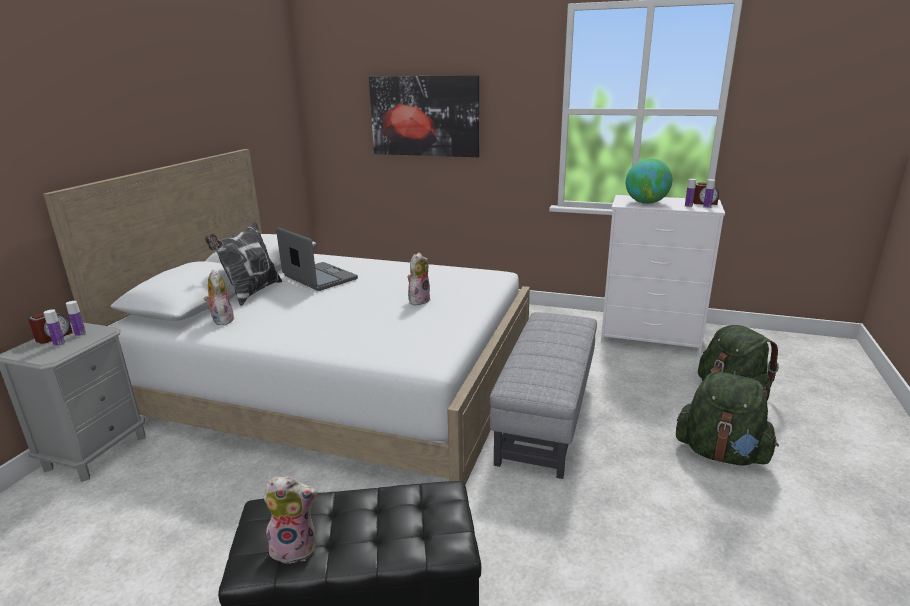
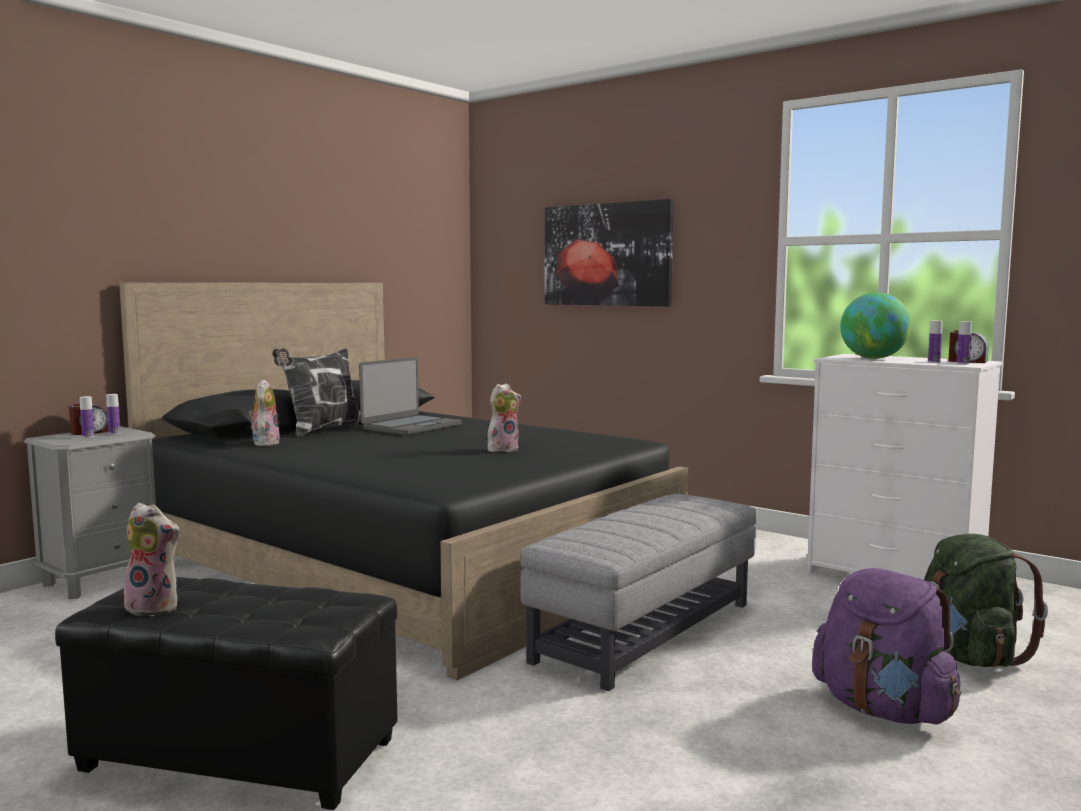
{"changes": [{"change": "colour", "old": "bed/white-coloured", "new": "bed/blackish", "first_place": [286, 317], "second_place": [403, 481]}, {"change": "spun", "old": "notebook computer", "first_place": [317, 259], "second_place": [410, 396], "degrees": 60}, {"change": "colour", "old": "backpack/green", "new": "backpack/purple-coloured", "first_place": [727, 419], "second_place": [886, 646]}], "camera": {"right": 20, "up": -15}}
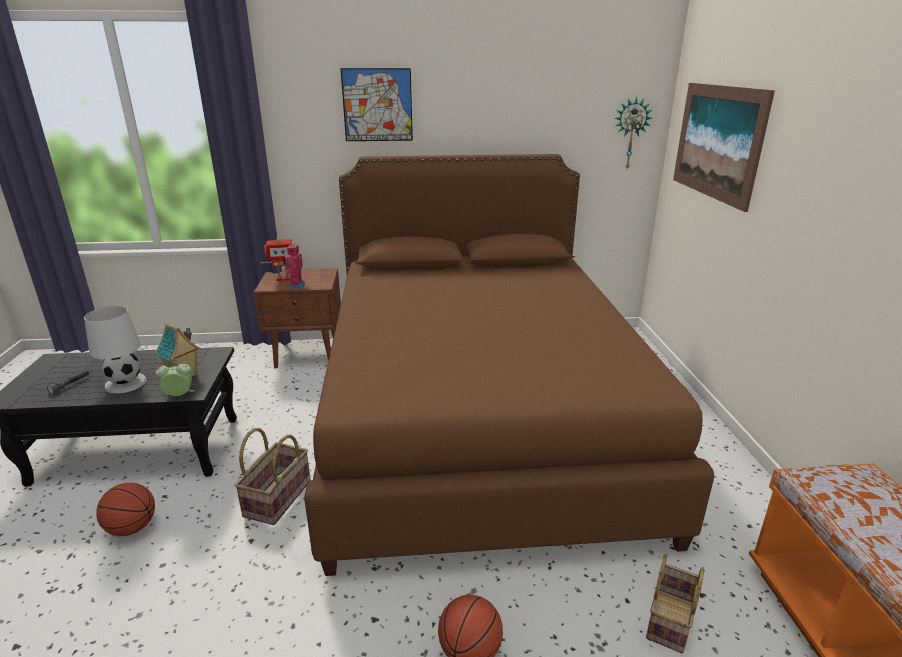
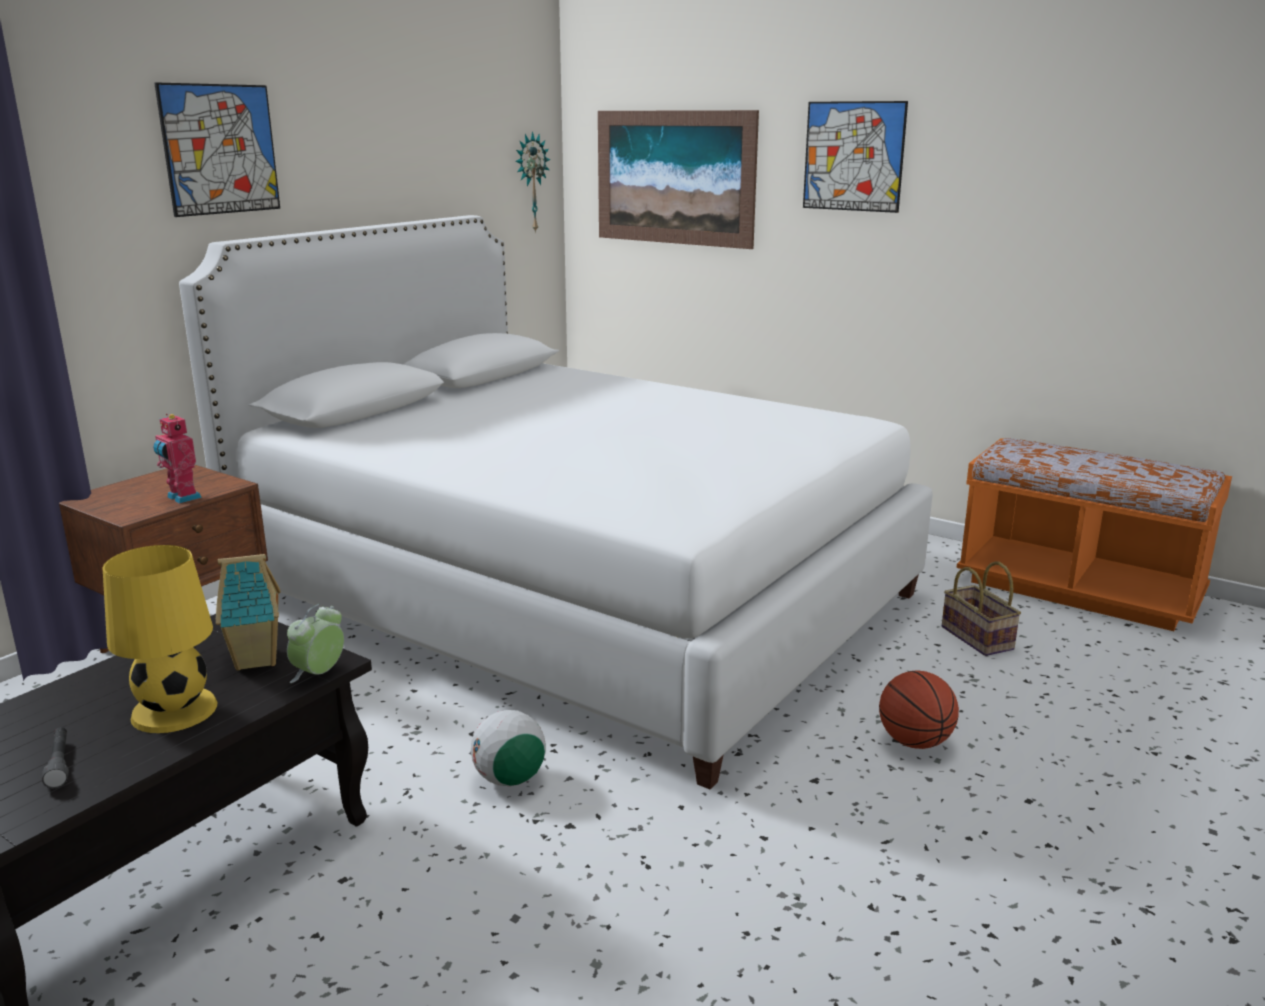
{"changes": [{"change": "colour", "old": "table lamp/white-coloured", "new": "table lamp/yellow", "first_place": [115, 350], "second_place": [160, 639]}, {"change": "colour", "old": "bed/brownish", "new": "bed/white-coloured", "first_place": [509, 365], "second_place": [556, 502]}, {"change": "exchanged", "old": "basket", "new": "football ball", "first_place": [273, 476], "second_place": [508, 748]}, {"change": "appeared", "new": "picture", "second_place": [855, 157]}, {"change": "missing", "old": "basketball ball", "first_place": [125, 509]}, {"change": "missing", "old": "toy robot", "first_place": [276, 259]}], "camera": {"right": -50, "up": -5}}
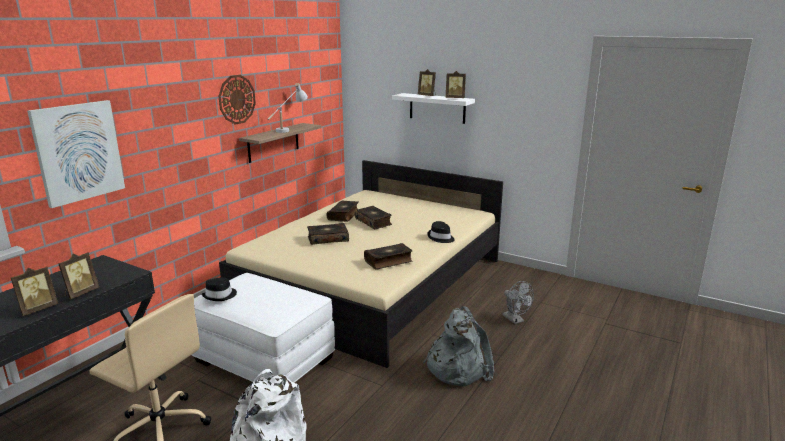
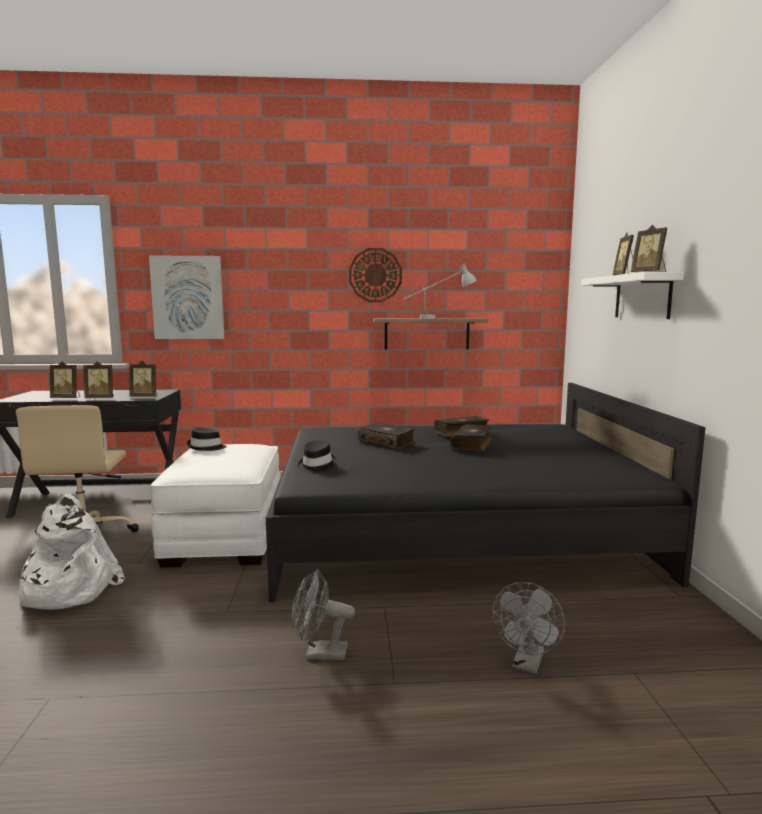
{"changes": [{"change": "appeared", "new": "standing frame", "second_place": [143, 379]}, {"change": "colour", "old": "bed/sand-coloured", "new": "bed/blackish", "first_place": [361, 264], "second_place": [486, 492]}, {"change": "exchanged", "old": "backpack/grey", "new": "electric fan/grey", "first_place": [458, 346], "second_place": [323, 614]}, {"change": "relocated", "old": "hat/blackish", "first_place": [441, 232], "second_place": [317, 456]}, {"change": "missing", "old": "volume", "first_place": [388, 256]}], "camera": {"right": 55, "up": -10}}
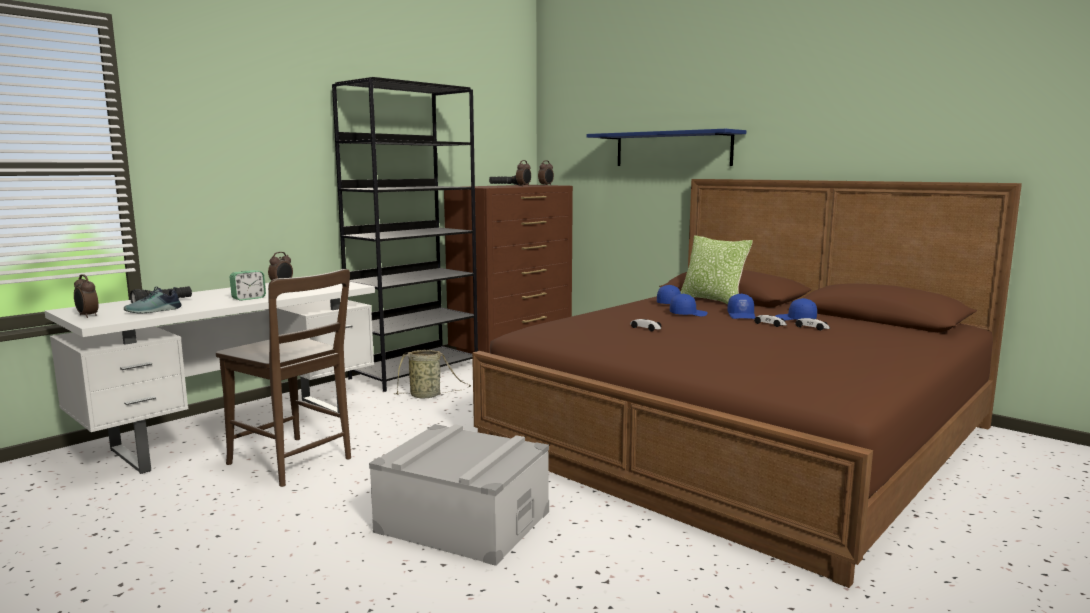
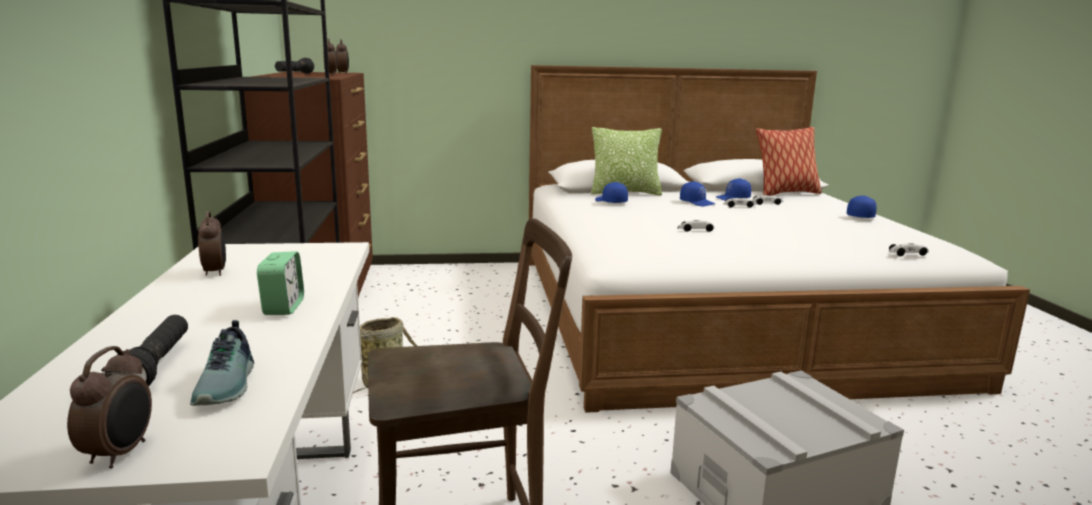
{"changes": [{"change": "spun", "old": "alarm clock", "first_place": [86, 296], "second_place": [109, 407], "degrees": -75}, {"change": "colour", "old": "bed/brownish", "new": "bed/white-coloured", "first_place": [747, 383], "second_place": [779, 239]}, {"change": "appeared", "new": "cushion", "second_place": [789, 161]}, {"change": "relocated", "old": "cap/blue", "first_place": [689, 304], "second_place": [862, 207]}, {"change": "appeared", "new": "toy car", "second_place": [908, 249]}, {"change": "missing", "old": "bracket shelf/blue", "first_place": [666, 147]}], "camera": {"right": -50, "up": 5}}
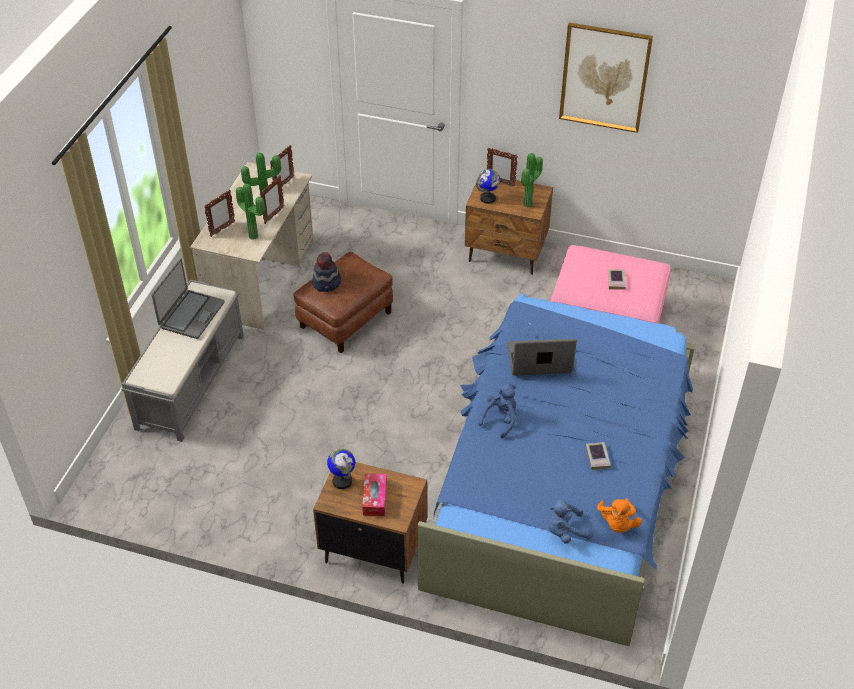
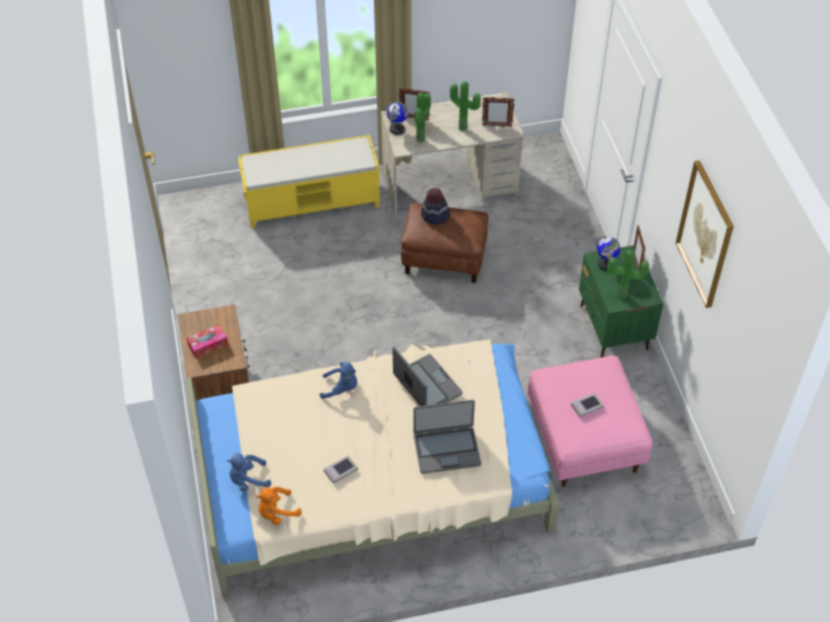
{"changes": [{"change": "colour", "old": "bed/blue", "new": "bed/sand-coloured", "first_place": [556, 469], "second_place": [373, 469]}, {"change": "spun", "old": "cuddly toy/blue", "first_place": [570, 521], "second_place": [249, 472], "degrees": -60}, {"change": "colour", "old": "indoor bench/grey", "new": "indoor bench/yellow", "first_place": [182, 360], "second_place": [309, 181]}, {"change": "relocated", "old": "world globe", "first_place": [341, 469], "second_place": [397, 118]}, {"change": "relocated", "old": "notebook computer", "first_place": [188, 299], "second_place": [447, 437]}, {"change": "colour", "old": "night table/brownish", "new": "night table/green", "first_place": [509, 227], "second_place": [621, 301]}, {"change": "missing", "old": "standing frame", "first_place": [272, 199]}], "camera": {"right": 60, "up": 5}}
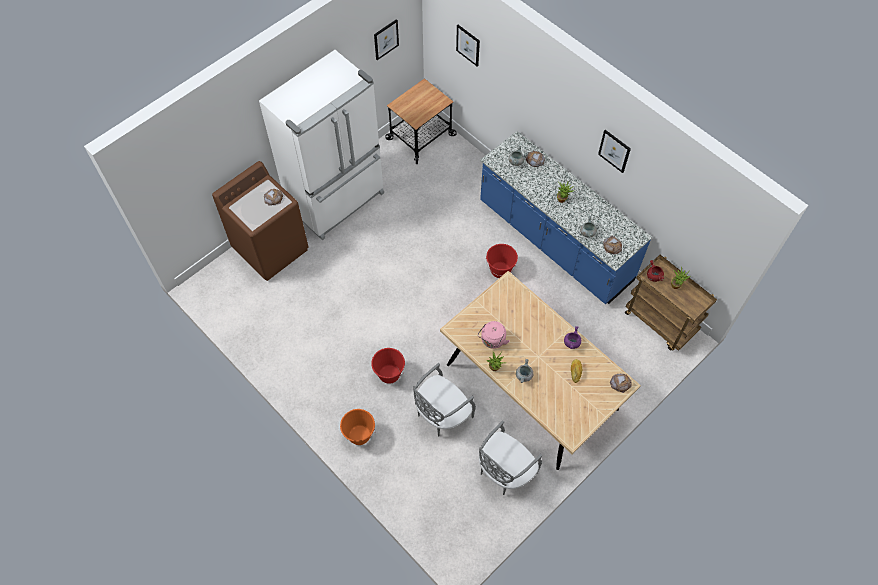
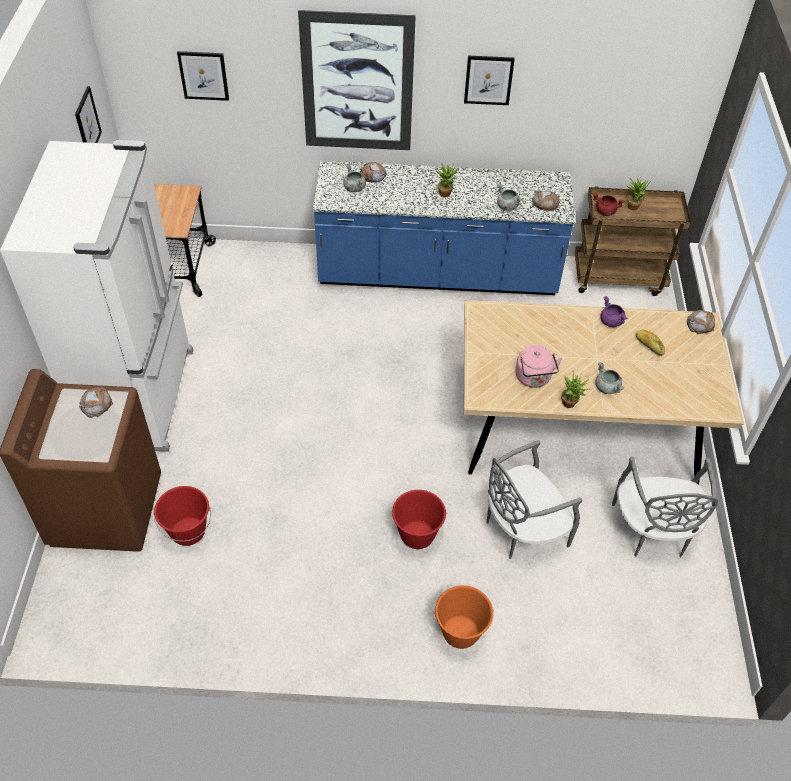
{"changes": [{"change": "relocated", "old": "water bucket/reddish", "first_place": [502, 261], "second_place": [182, 516]}, {"change": "appeared", "new": "picture", "second_place": [357, 80]}, {"change": "spun", "old": "plain chair/grey", "first_place": [444, 400], "second_place": [534, 499], "degrees": 60}], "camera": {"right": -45, "up": -10}}
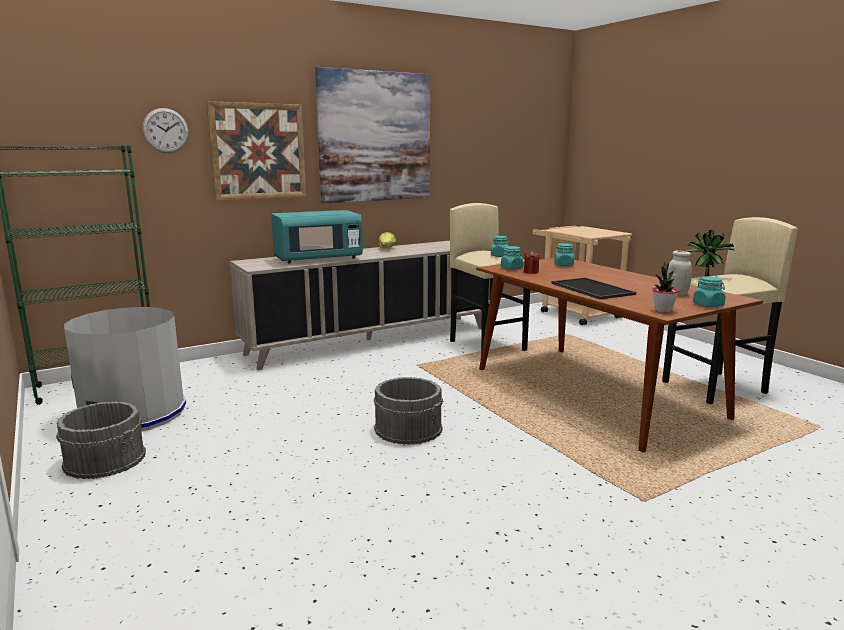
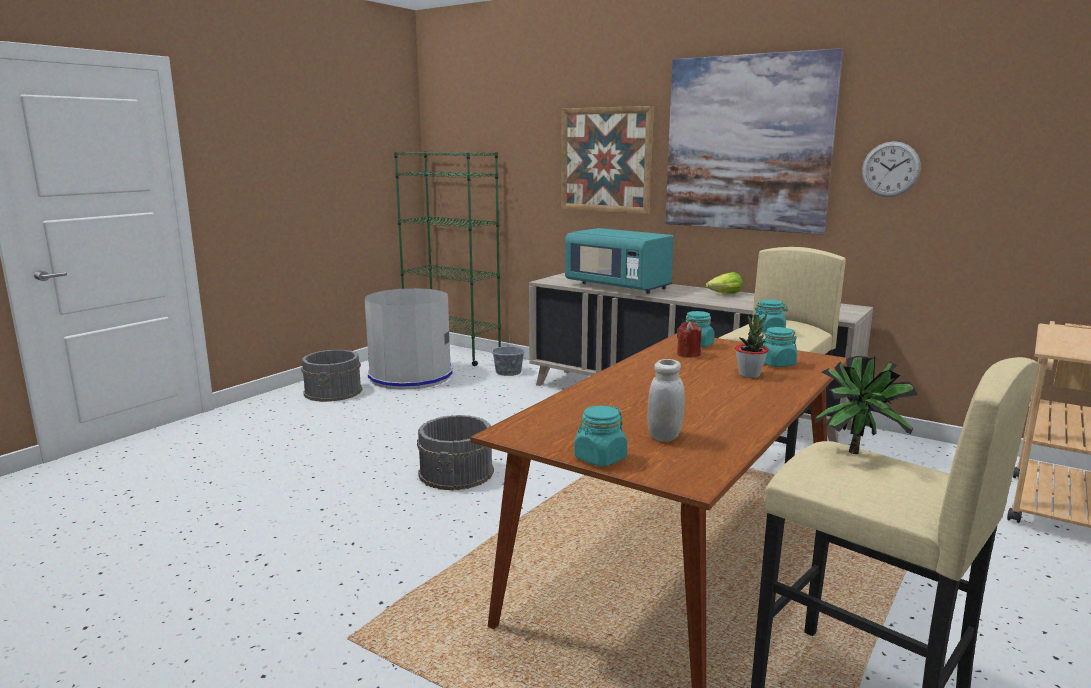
{"changes": [{"change": "appeared", "new": "water bucket/grey", "second_place": [508, 356]}, {"change": "relocated", "old": "potted plant", "first_place": [665, 287], "second_place": [751, 345]}, {"change": "relocated", "old": "wall clock", "first_place": [165, 130], "second_place": [891, 169]}, {"change": "missing", "old": "tray", "first_place": [593, 288]}], "camera": {"right": 65, "up": 0}}
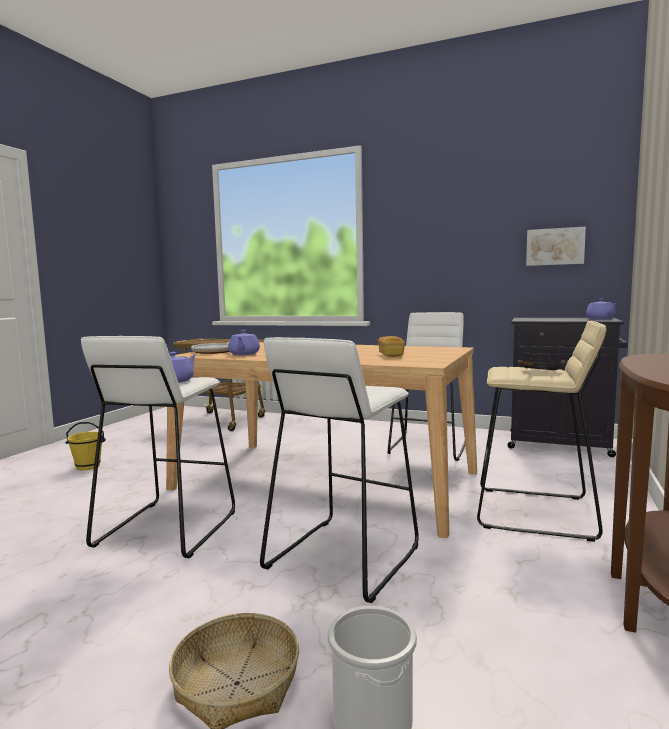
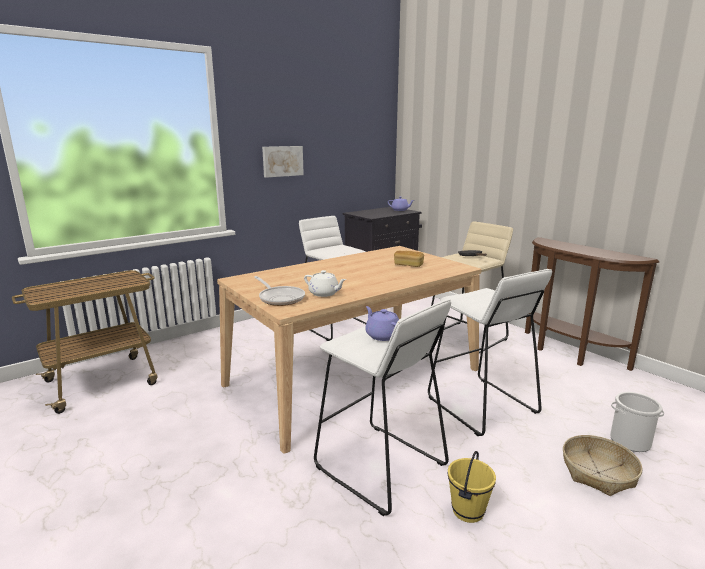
{"changes": [{"change": "relocated", "old": "picture", "first_place": [556, 246], "second_place": [283, 162]}, {"change": "colour", "old": "teapot/purple-coloured", "new": "teapot/white-coloured", "first_place": [244, 342], "second_place": [325, 283]}, {"change": "relocated", "old": "water bucket/yellow", "first_place": [86, 446], "second_place": [472, 487]}], "camera": {"right": -60, "up": 10}}
